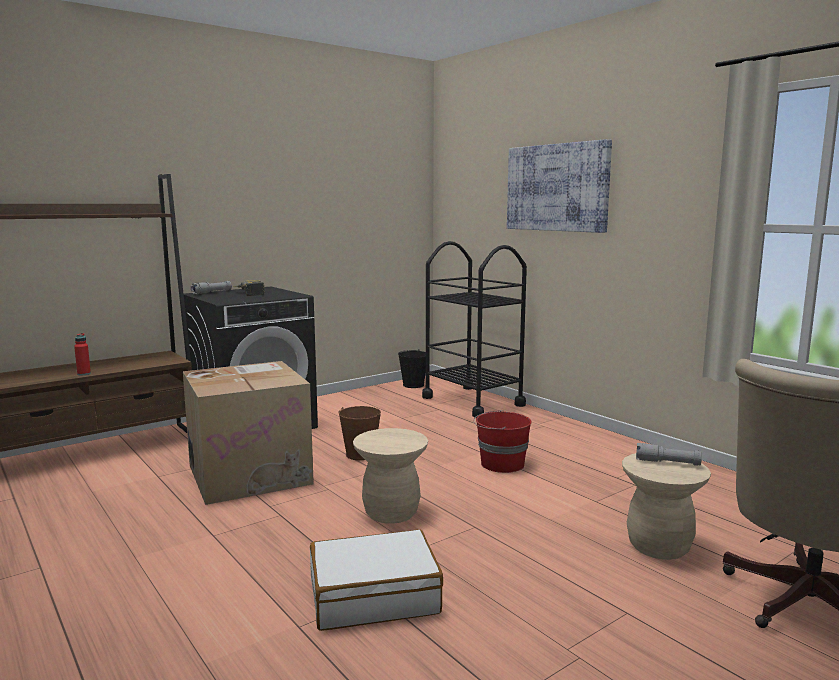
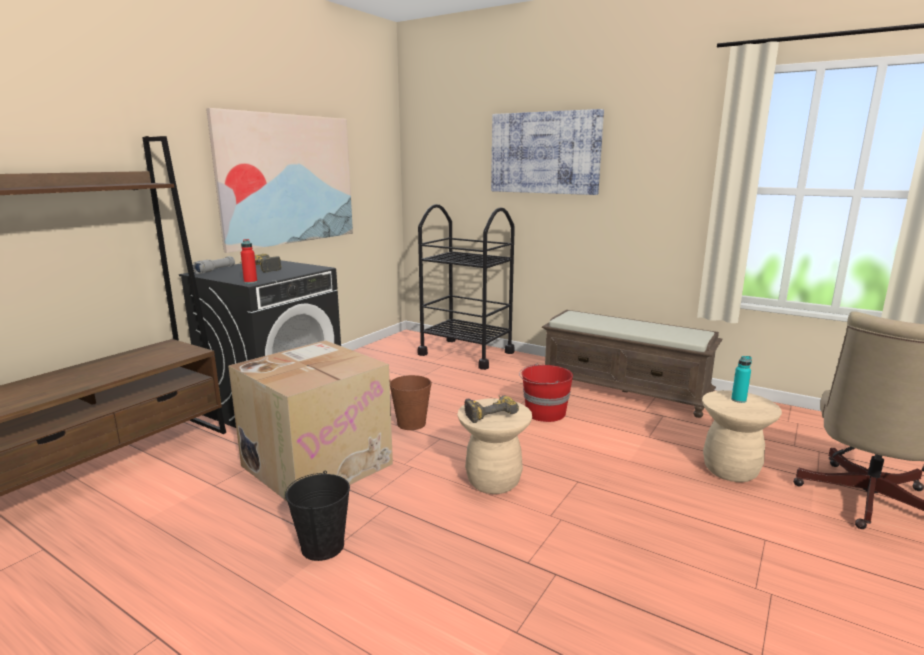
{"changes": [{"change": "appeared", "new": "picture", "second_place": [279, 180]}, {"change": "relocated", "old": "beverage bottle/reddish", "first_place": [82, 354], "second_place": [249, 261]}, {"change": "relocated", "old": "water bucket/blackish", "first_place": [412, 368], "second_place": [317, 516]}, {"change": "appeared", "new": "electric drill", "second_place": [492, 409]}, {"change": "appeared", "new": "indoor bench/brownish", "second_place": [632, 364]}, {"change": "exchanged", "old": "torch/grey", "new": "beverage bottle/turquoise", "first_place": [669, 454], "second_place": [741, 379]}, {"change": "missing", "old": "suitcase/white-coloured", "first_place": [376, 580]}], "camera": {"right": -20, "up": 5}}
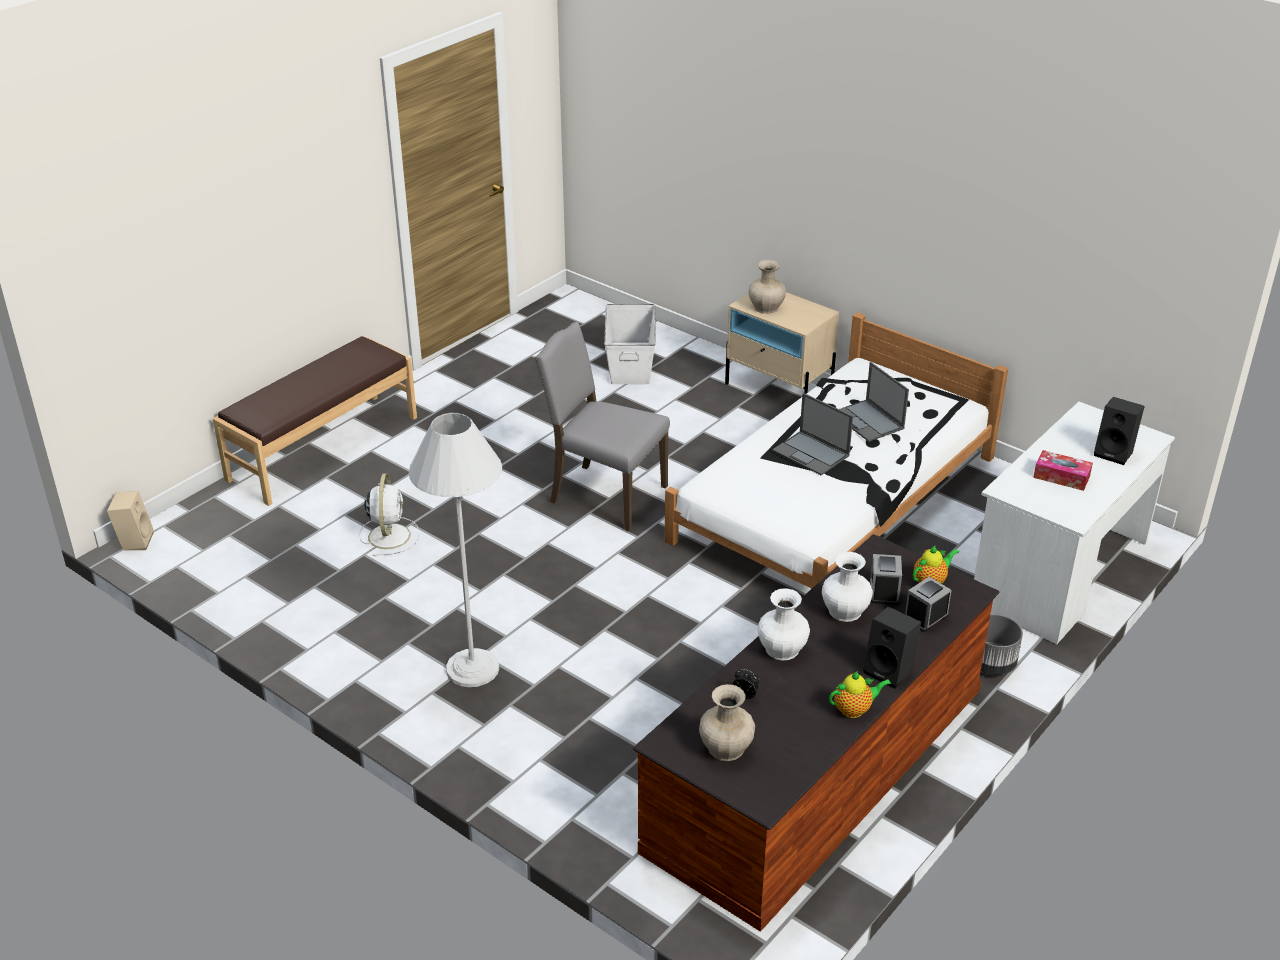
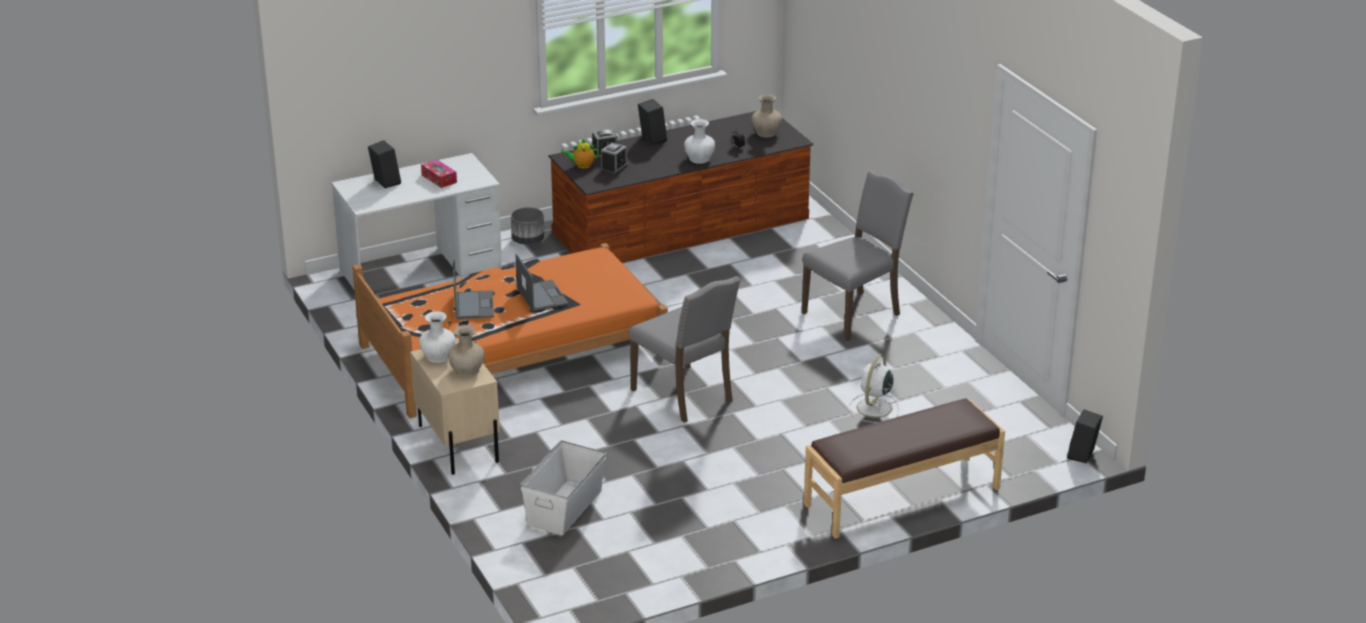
{"changes": [{"change": "colour", "old": "bed/white-coloured", "new": "bed/orange", "first_place": [836, 450], "second_place": [510, 330]}, {"change": "relocated", "old": "decorative vase/white-coloured", "first_place": [847, 587], "second_place": [437, 337]}, {"change": "exchanged", "old": "standard lamp/white-coloured", "new": "plain chair/grey", "first_place": [455, 549], "second_place": [858, 256]}, {"change": "colour", "old": "speaker/sand-coloured", "new": "speaker/blackish", "first_place": [130, 520], "second_place": [1085, 436]}, {"change": "missing", "old": "teapot", "first_place": [860, 694]}], "camera": {"right": -155, "up": -5}}
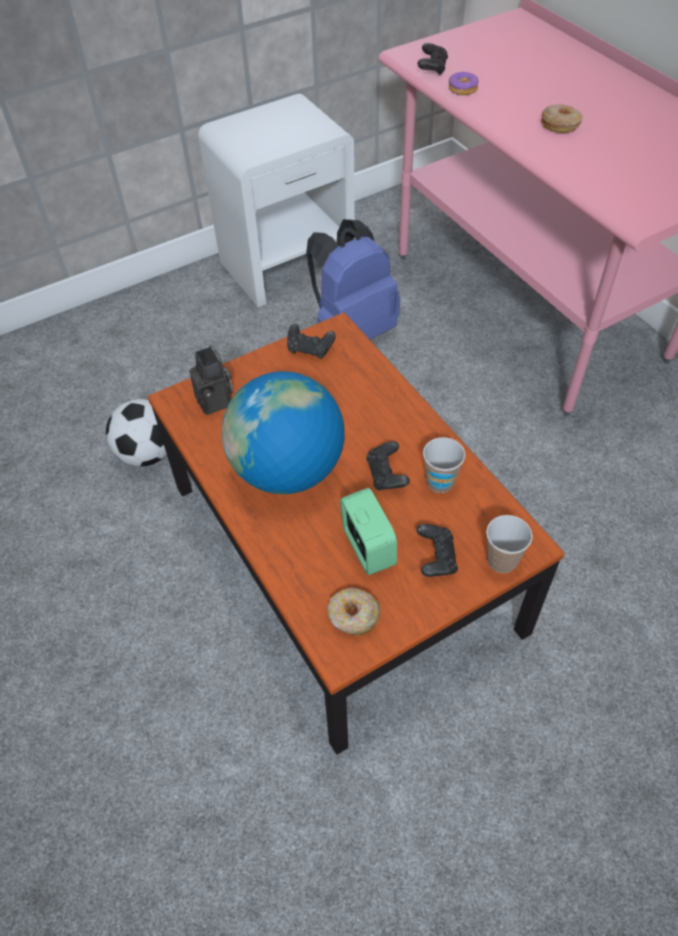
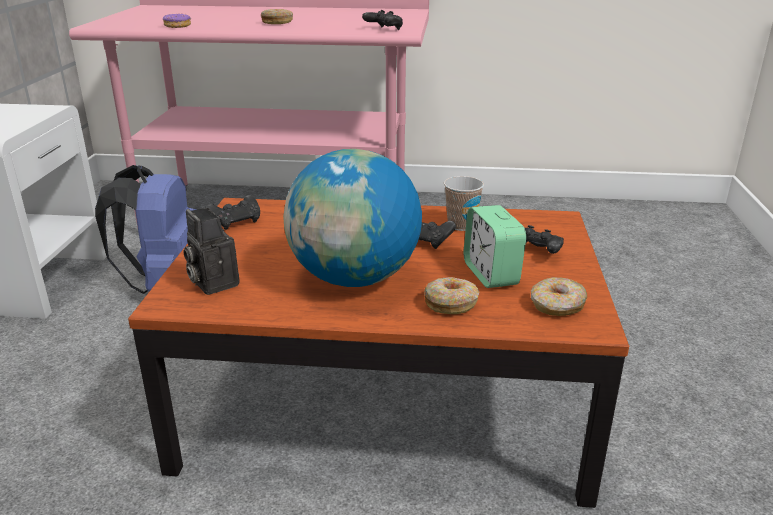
{"changes": [{"change": "spun", "old": "photo camera", "first_place": [211, 380], "second_place": [211, 251], "degrees": -135}, {"change": "relocated", "old": "joypad/blackish", "first_place": [432, 59], "second_place": [382, 20]}, {"change": "appeared", "new": "ring doughnut", "second_place": [452, 295]}, {"change": "spun", "old": "alarm clock", "first_place": [368, 531], "second_place": [495, 246], "degrees": -120}, {"change": "missing", "old": "football ball", "first_place": [136, 432]}, {"change": "missing", "old": "cup", "first_place": [509, 544]}], "camera": {"right": -55, "up": -25}}
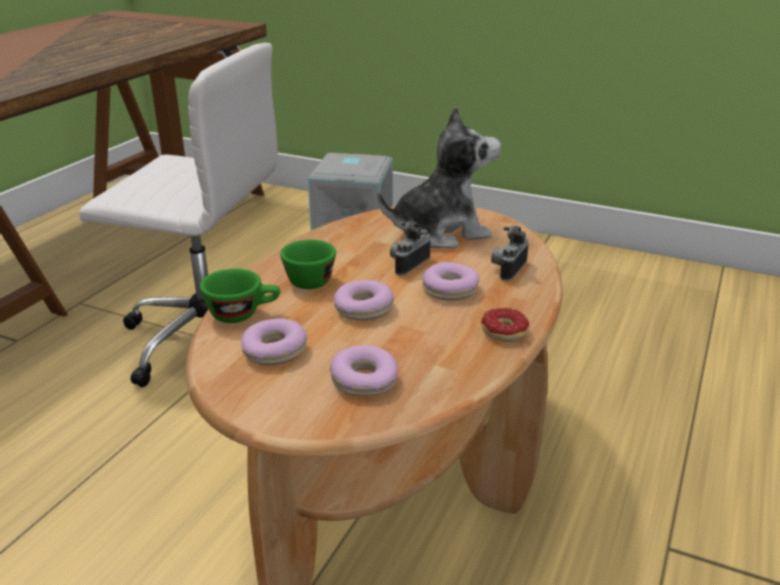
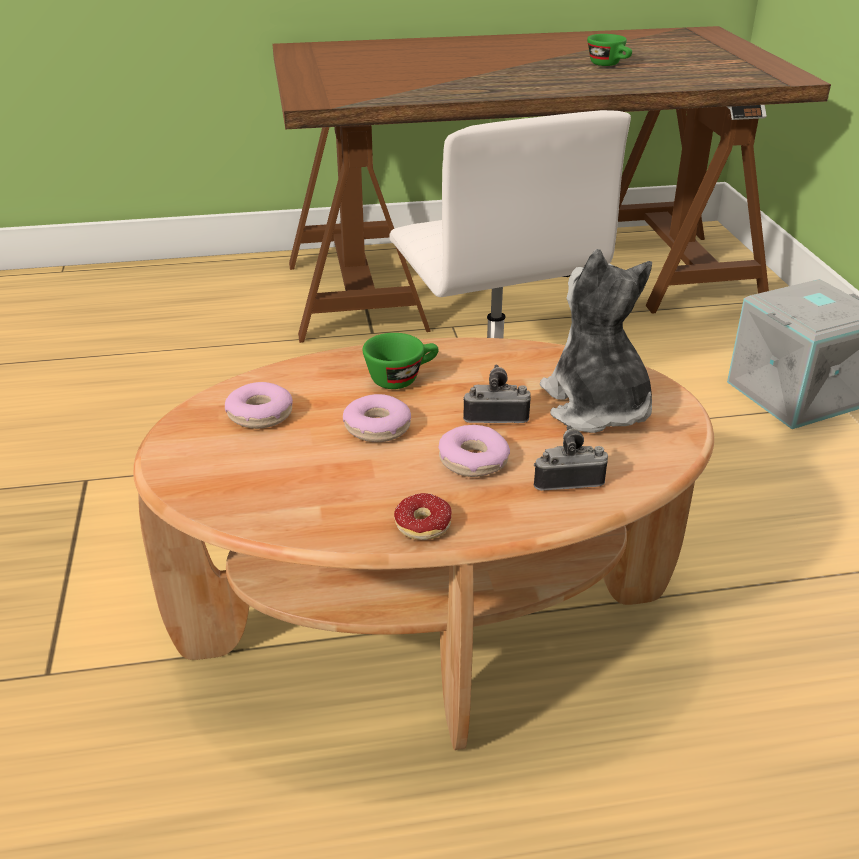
{"changes": [{"change": "spun", "old": "cuddly toy", "first_place": [439, 177], "second_place": [596, 341], "degrees": -150}, {"change": "relocated", "old": "cup/green", "first_place": [240, 296], "second_place": [609, 50]}, {"change": "missing", "old": "ring doughnut", "first_place": [364, 370]}], "camera": {"right": 55, "up": 5}}
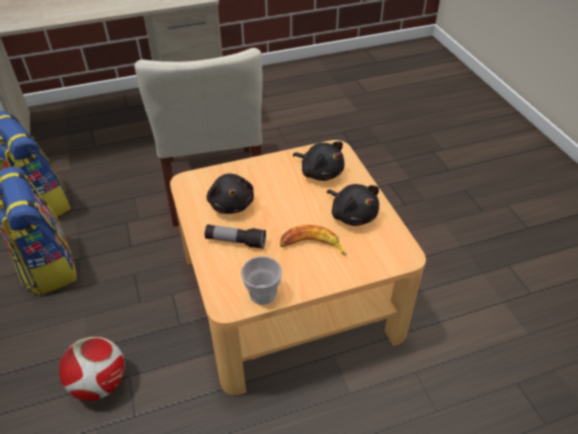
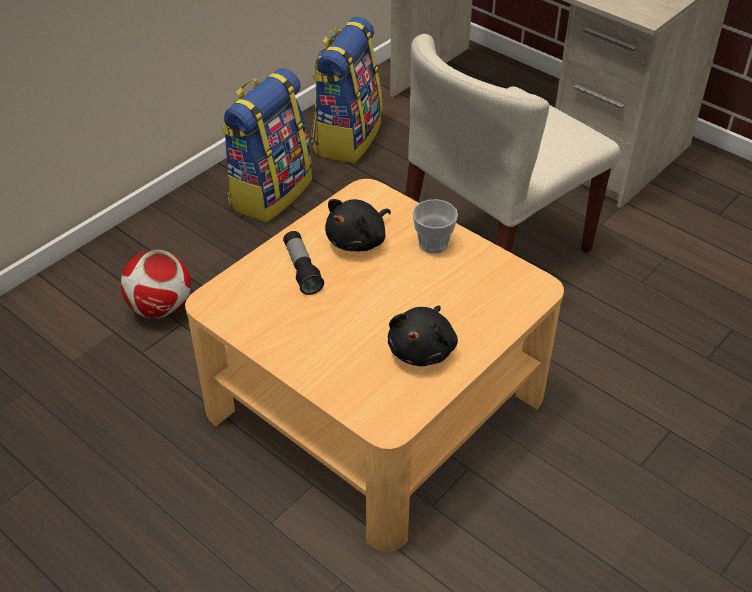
{"changes": [{"change": "relocated", "old": "cup", "first_place": [261, 281], "second_place": [435, 226]}, {"change": "missing", "old": "banana", "first_place": [313, 240]}, {"change": "missing", "old": "cuddly toy/blackish", "first_place": [319, 161]}], "camera": {"right": 60, "up": 0}}
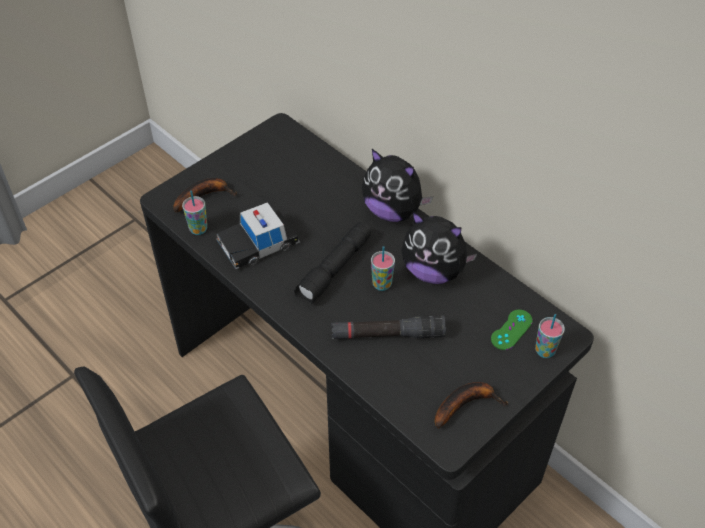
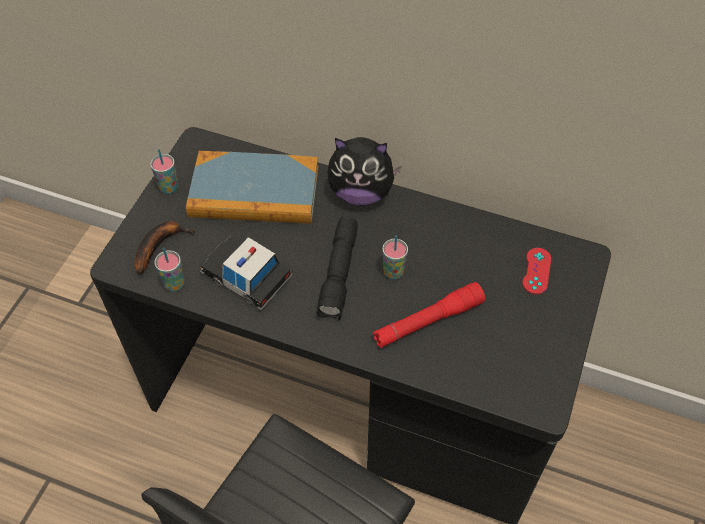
{"changes": [{"change": "relocated", "old": "cup", "first_place": [550, 336], "second_place": [164, 171]}, {"change": "appeared", "new": "volume", "second_place": [252, 187]}, {"change": "spun", "old": "toy car", "first_place": [258, 236], "second_place": [246, 273], "degrees": 90}, {"change": "colour", "old": "torch/blackish", "new": "torch/reddish", "first_place": [388, 327], "second_place": [429, 315]}, {"change": "colour", "old": "joypad/green", "new": "joypad/reddish", "first_place": [512, 330], "second_place": [536, 271]}, {"change": "missing", "old": "cuddly toy", "first_place": [439, 248]}, {"change": "missing", "old": "banana", "first_place": [471, 405]}], "camera": {"right": -25, "up": 5}}
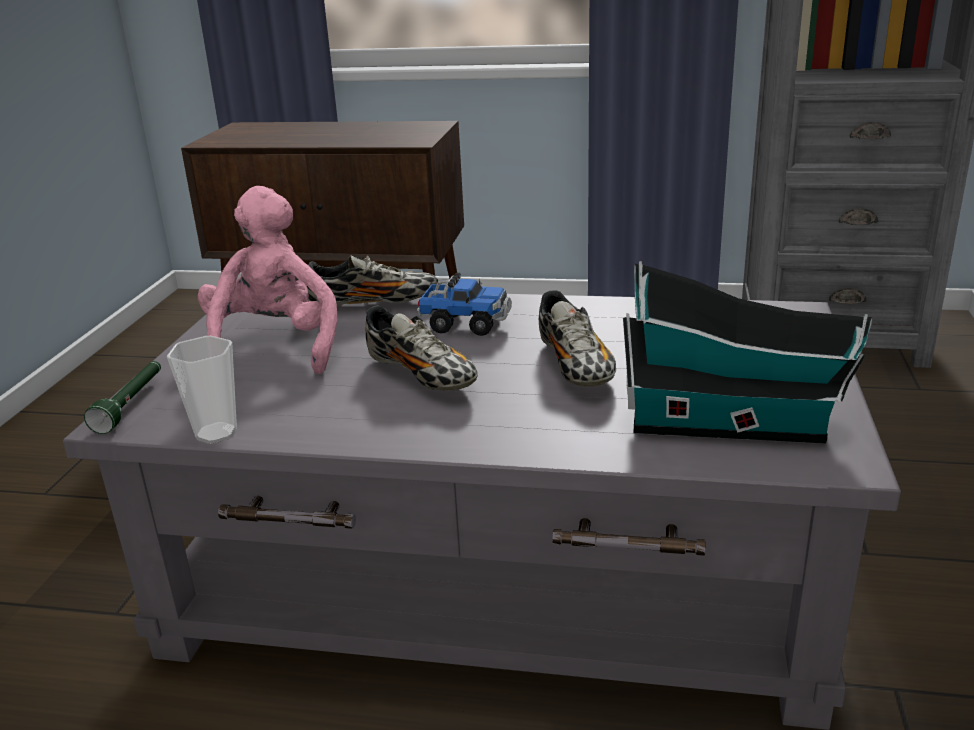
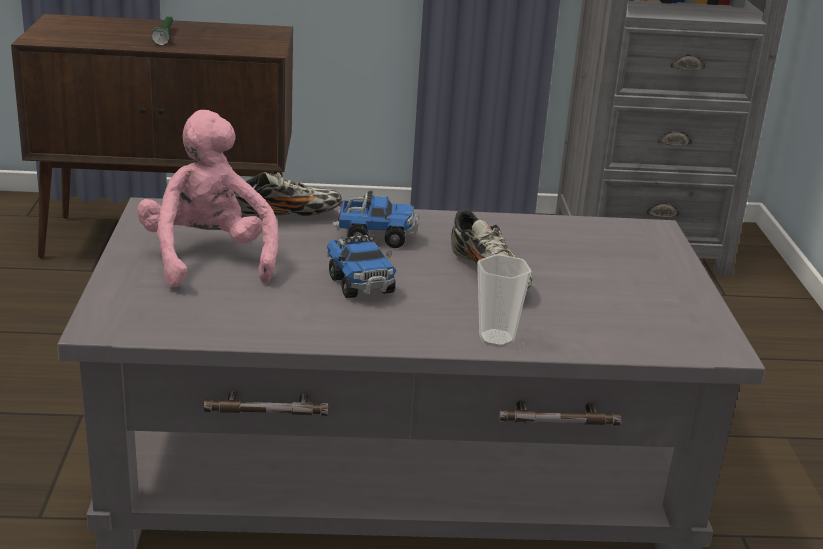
{"changes": [{"change": "relocated", "old": "torch/green", "first_place": [122, 397], "second_place": [162, 30]}, {"change": "exchanged", "old": "shoe", "new": "toy truck", "first_place": [422, 348], "second_place": [361, 266]}, {"change": "relocated", "old": "cup", "first_place": [202, 390], "second_place": [504, 300]}, {"change": "missing", "old": "toy house", "first_place": [747, 352]}], "camera": {"right": -15, "up": 0}}
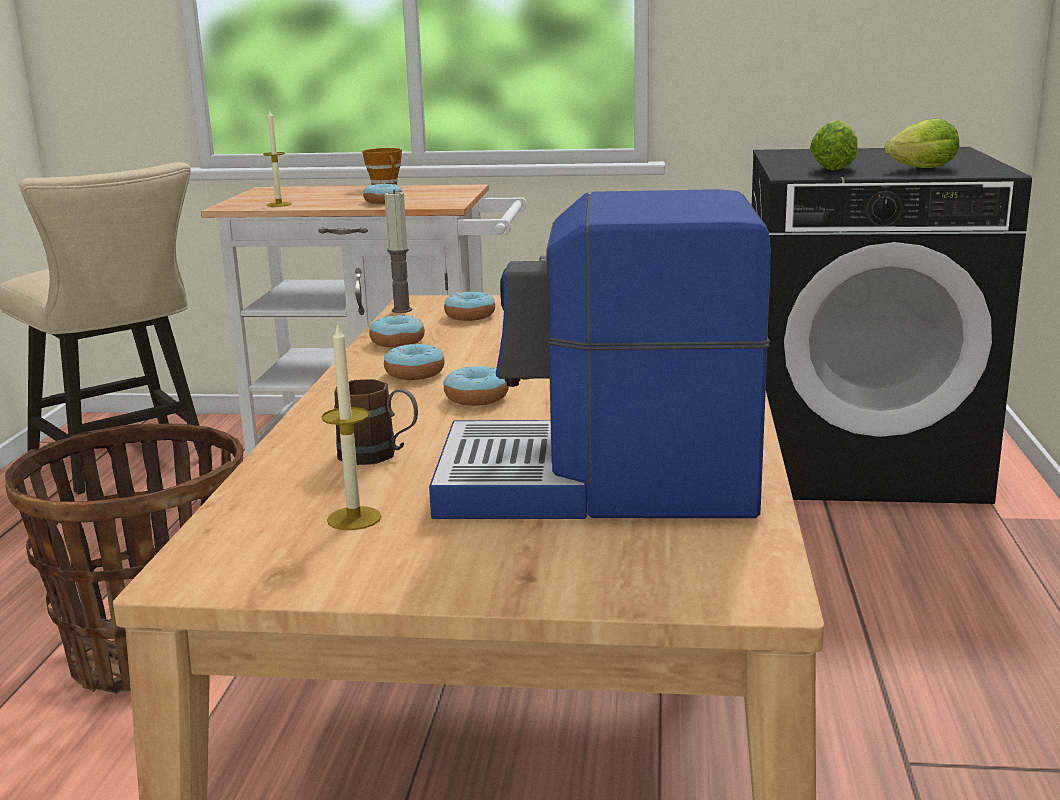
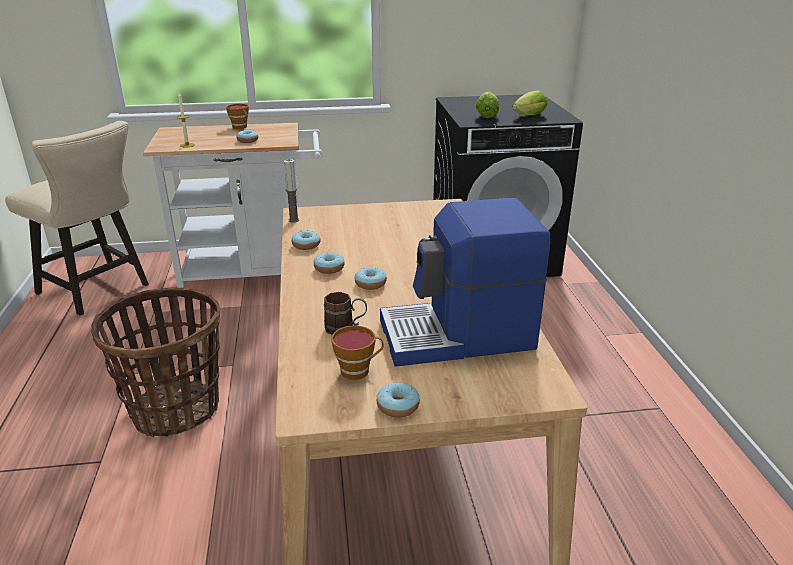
{"changes": [{"change": "exchanged", "old": "wax candle", "new": "cup", "first_place": [351, 426], "second_place": [357, 352]}, {"change": "relocated", "old": "ring doughnut", "first_place": [469, 306], "second_place": [398, 400]}], "camera": {"right": -15, "up": 10}}
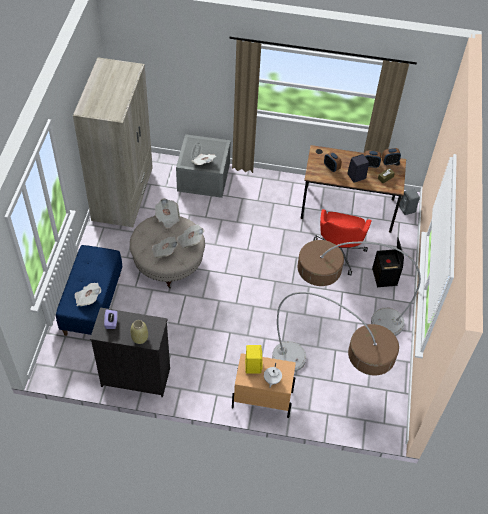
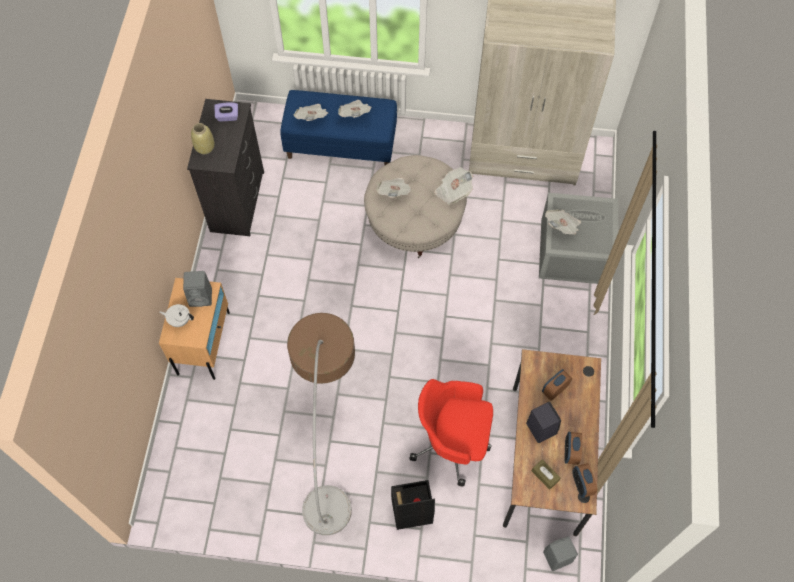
{"changes": [{"change": "colour", "old": "speaker/yellow", "new": "speaker/grey", "first_place": [253, 359], "second_place": [197, 289]}, {"change": "relocated", "old": "newspaper", "first_place": [190, 236], "second_place": [354, 109]}, {"change": "missing", "old": "standard lamp", "first_place": [335, 334]}], "camera": {"right": 90, "up": 10}}
